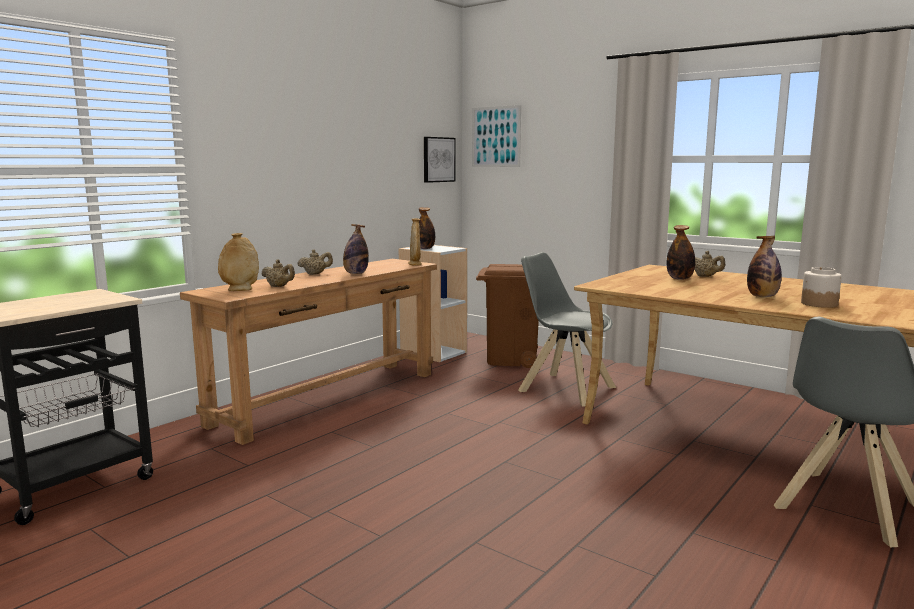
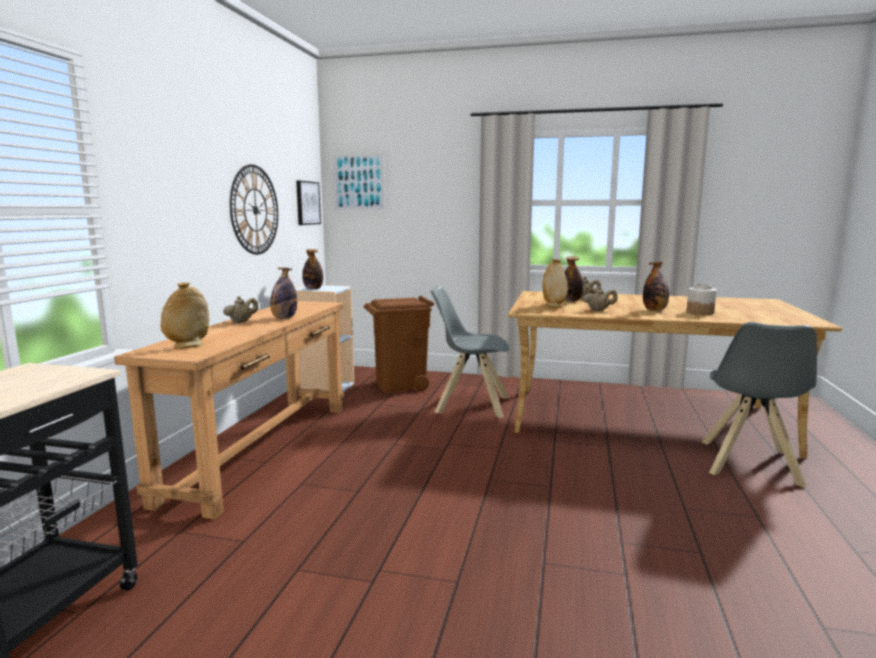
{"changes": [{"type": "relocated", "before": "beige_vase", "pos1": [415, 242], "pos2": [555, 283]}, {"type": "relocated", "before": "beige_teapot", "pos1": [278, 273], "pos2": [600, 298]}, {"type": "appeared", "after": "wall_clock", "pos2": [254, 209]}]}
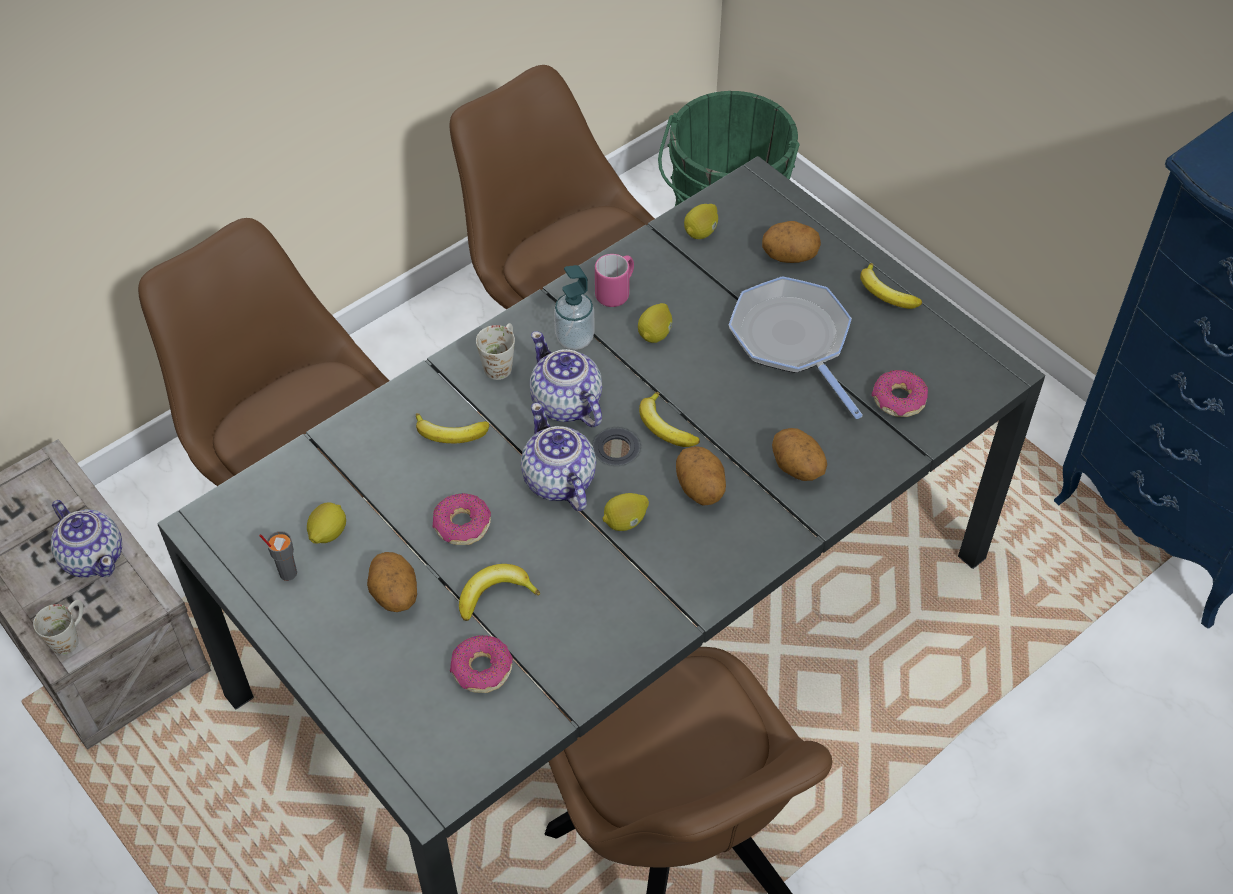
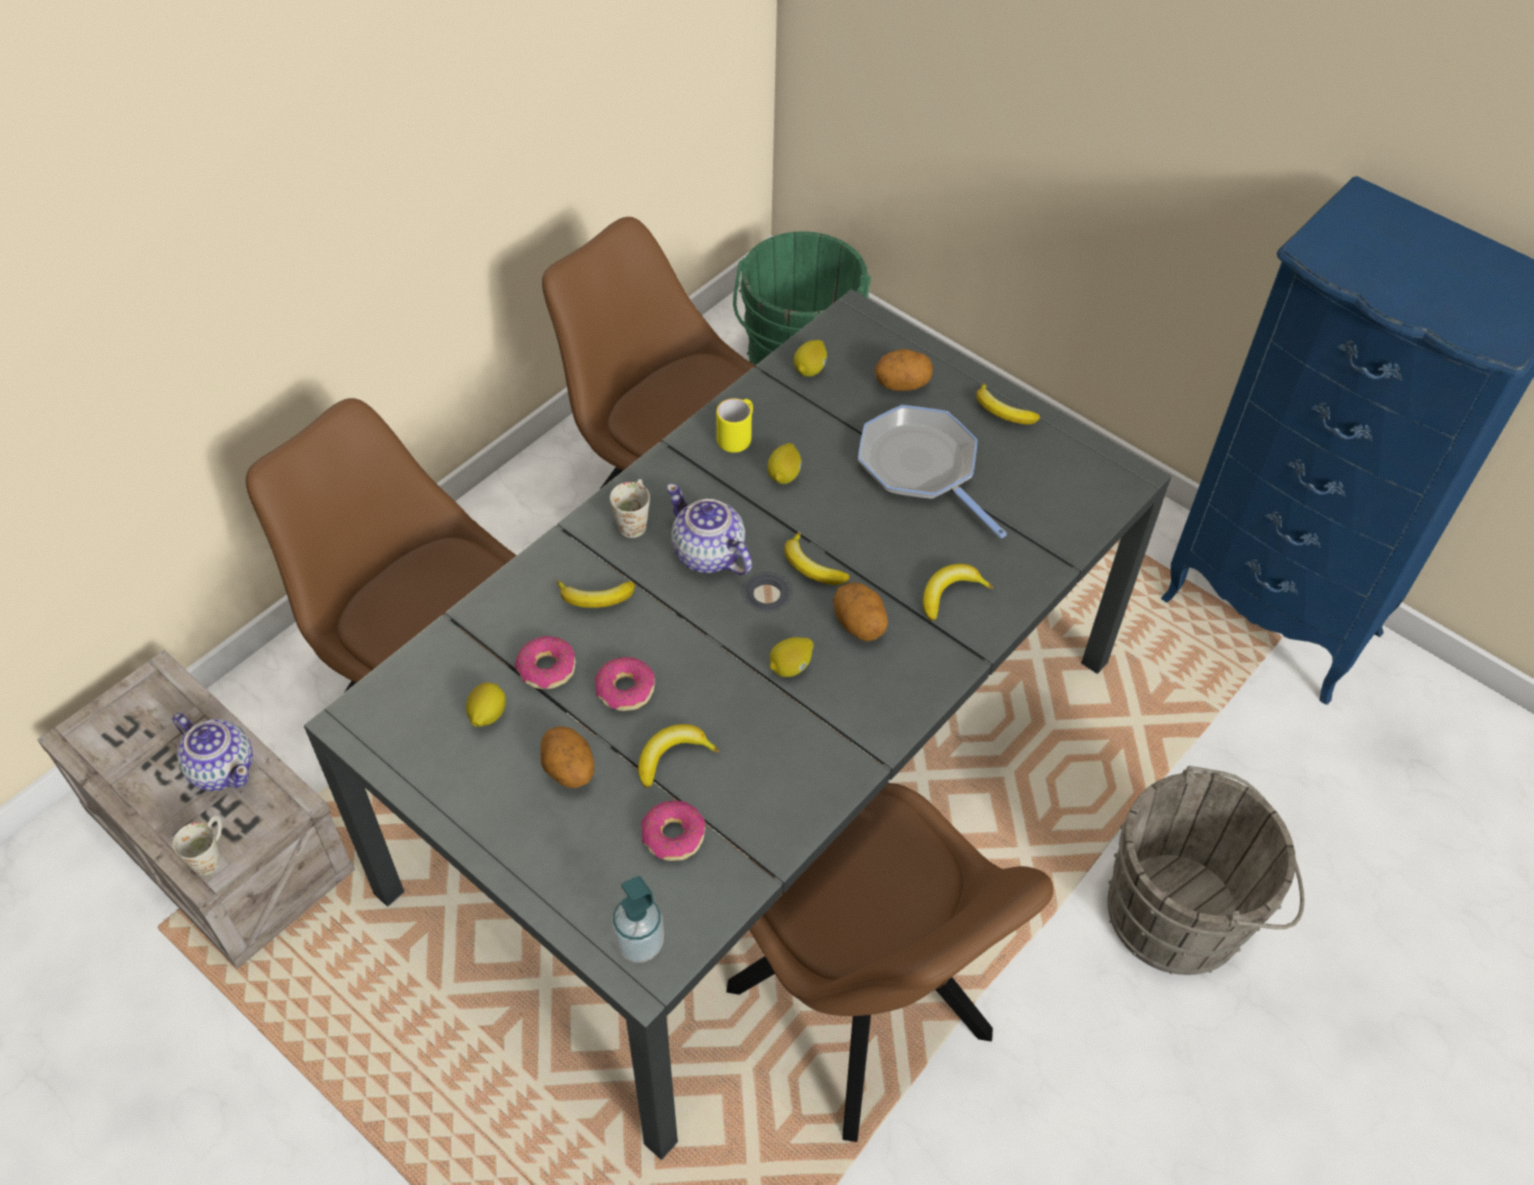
{"changes": [{"type": "colour", "before": "pink_mug", "after": "yellow_mug", "pos1": [614, 280], "pos2": [734, 425]}, {"type": "relocated", "before": "soap_dispenser", "pos1": [574, 307], "pos2": [638, 919]}, {"type": "relocated", "before": "donut", "pos1": [900, 393], "pos2": [545, 662]}, {"type": "missing", "before": "teapot", "pos1": [558, 457]}, {"type": "exchanged", "before": "potato", "after": "banana", "pos1": [799, 454], "pos2": [958, 592]}, {"type": "missing", "before": "grey_cup", "pos1": [278, 556]}, {"type": "appeared", "after": "grey_bucket", "pos2": [1206, 870]}]}
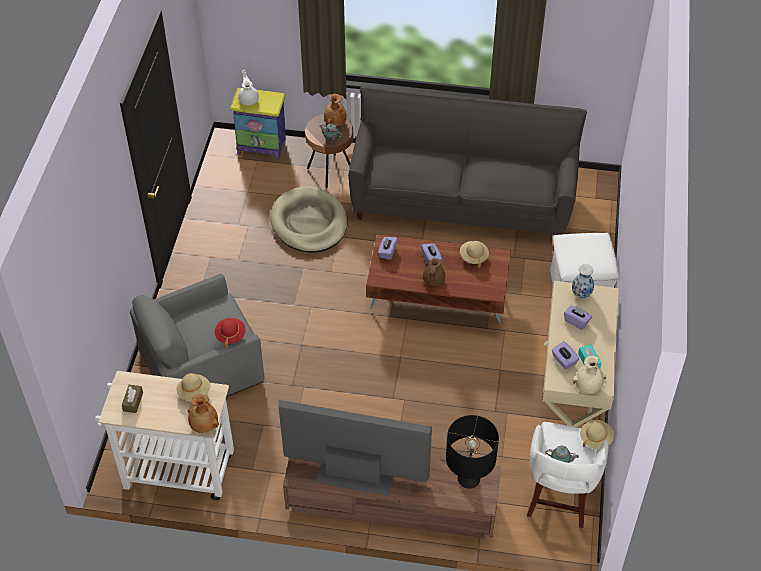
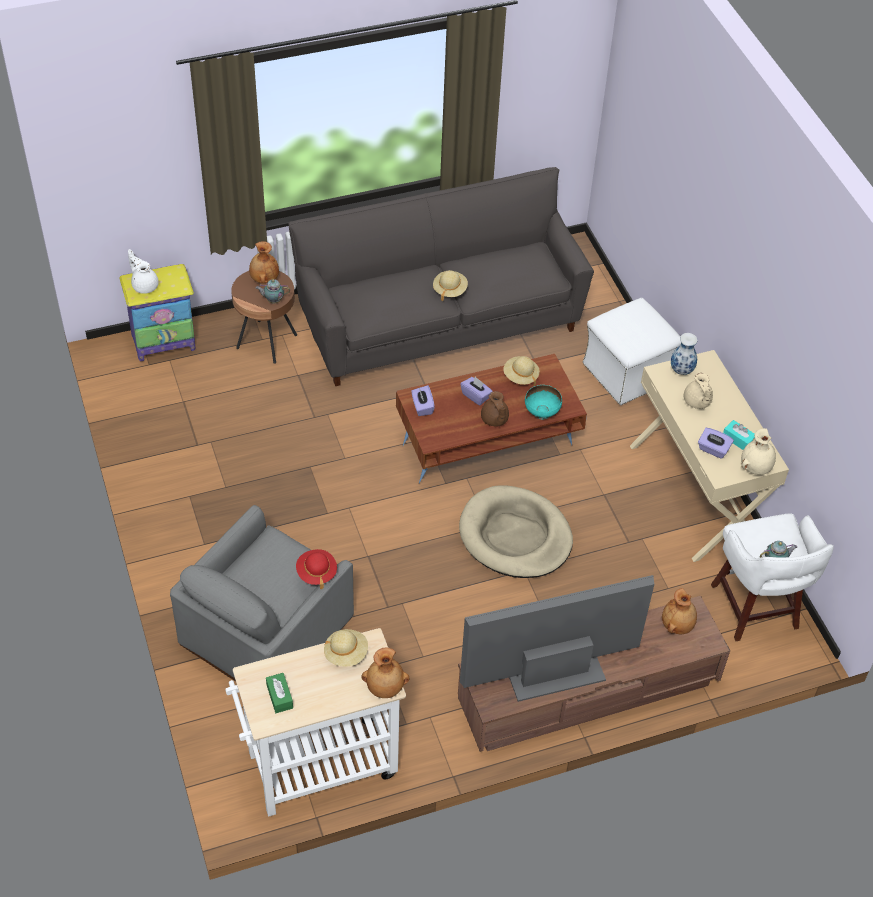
{"changes": [{"type": "relocated", "before": "beige_dog_bed", "pos1": [308, 219], "pos2": [516, 531]}, {"type": "exchanged", "before": "purple_tissue_box", "after": "beige_teapot", "pos1": [578, 317], "pos2": [698, 391]}, {"type": "colour", "before": "brown_tissue_box", "after": "green_tissue_box", "pos1": [132, 399], "pos2": [279, 693]}, {"type": "exchanged", "before": "black_table_lamp", "after": "brown_vase", "pos1": [472, 452], "pos2": [679, 611]}, {"type": "relocated", "before": "beige_hat", "pos1": [597, 434], "pos2": [450, 285]}, {"type": "appeared", "after": "turquoise_bowl", "pos2": [543, 402]}]}
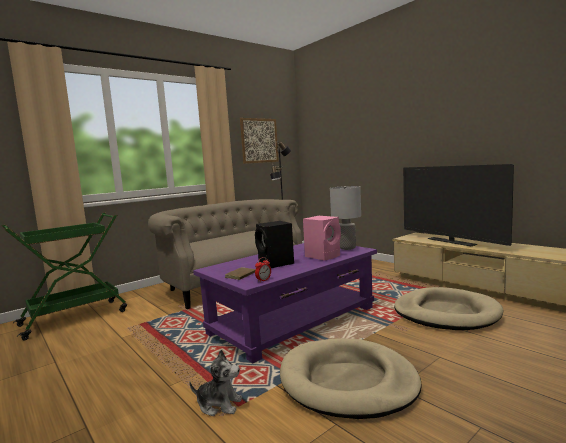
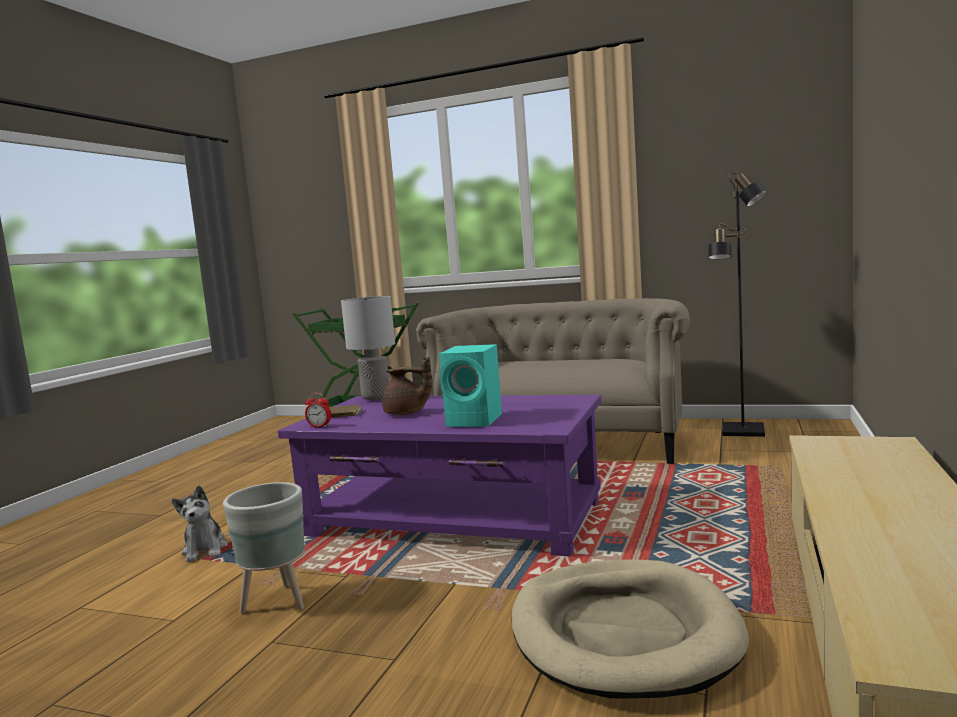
{"changes": [{"type": "missing", "before": "picture", "pos1": [259, 140]}, {"type": "missing", "before": "television", "pos1": [458, 205]}, {"type": "relocated", "before": "grey_table_lamp", "pos1": [345, 218], "pos2": [368, 348]}, {"type": "colour", "before": "pink_speaker", "after": "turquoise_speaker", "pos1": [322, 238], "pos2": [470, 385]}, {"type": "exchanged", "before": "black_speaker", "after": "brown_teapot", "pos1": [274, 244], "pos2": [407, 386]}, {"type": "exchanged", "before": "beige_dog_bed", "after": "grey_planter", "pos1": [351, 378], "pos2": [264, 548]}]}
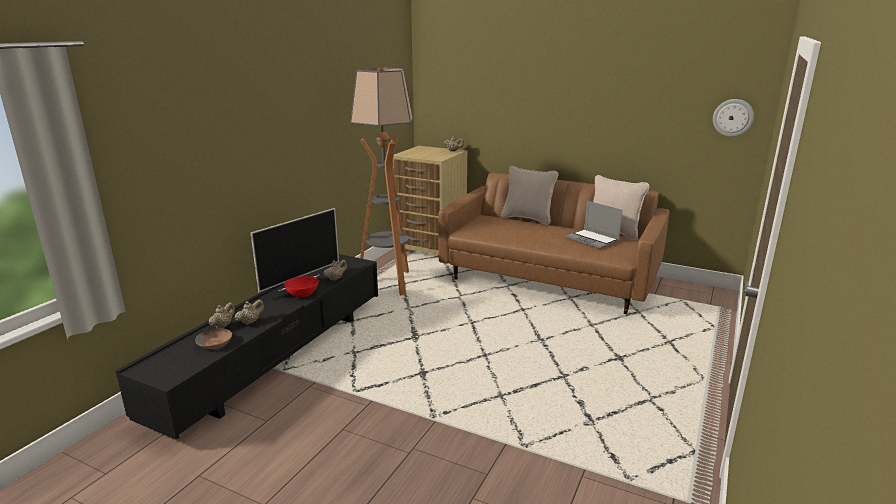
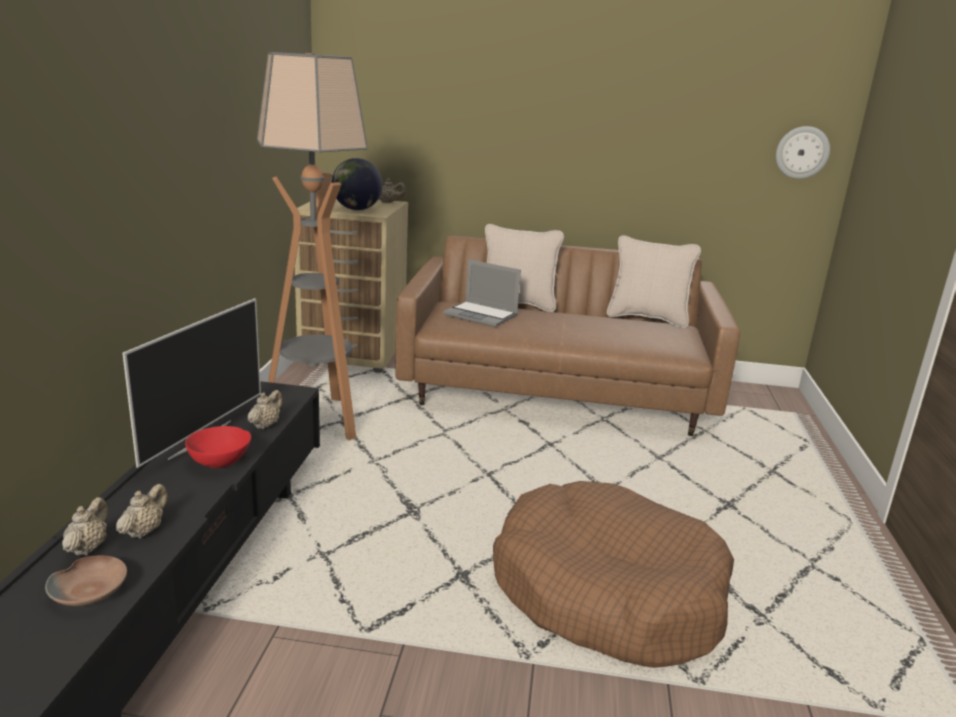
{"changes": [{"type": "relocated", "before": "laptop", "pos1": [594, 225], "pos2": [482, 293]}, {"type": "appeared", "after": "globe", "pos2": [357, 184]}, {"type": "appeared", "after": "brown_dog_bed", "pos2": [613, 574]}]}
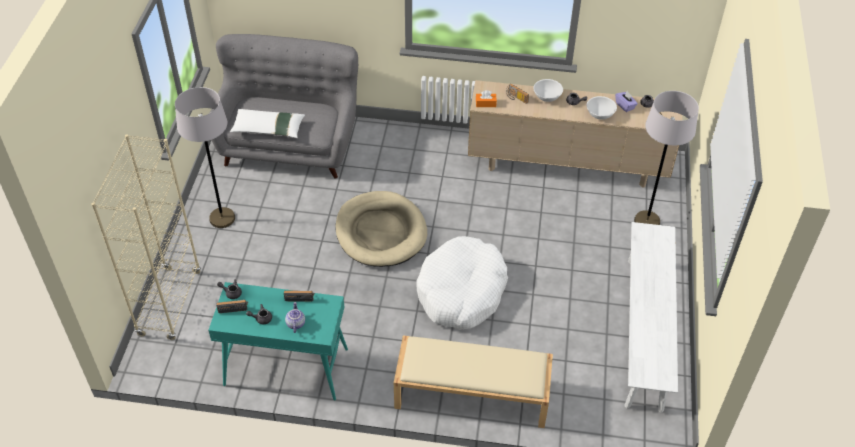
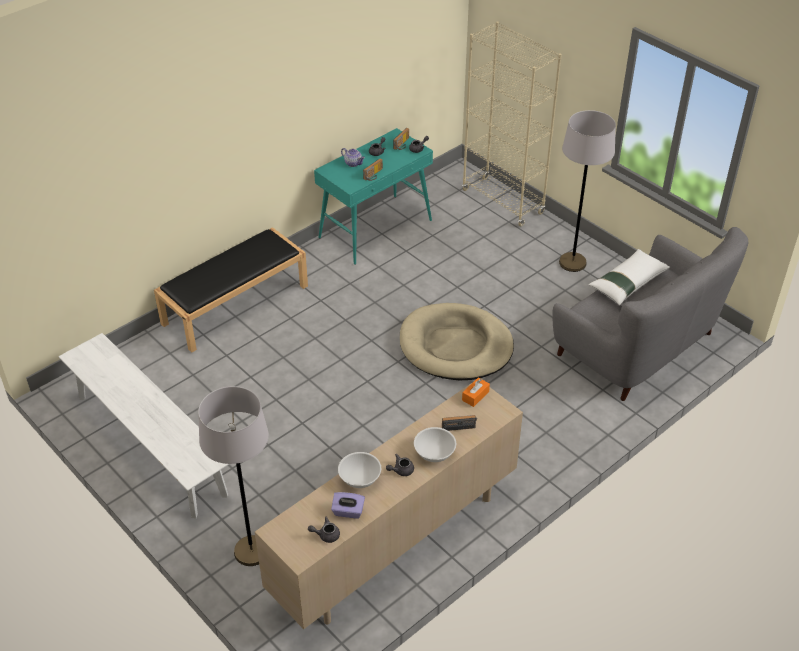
{"changes": [{"type": "missing", "before": "white_dog_bed", "pos1": [462, 282]}, {"type": "colour", "before": "beige_bench", "after": "black_bench", "pos1": [473, 381], "pos2": [231, 290]}]}
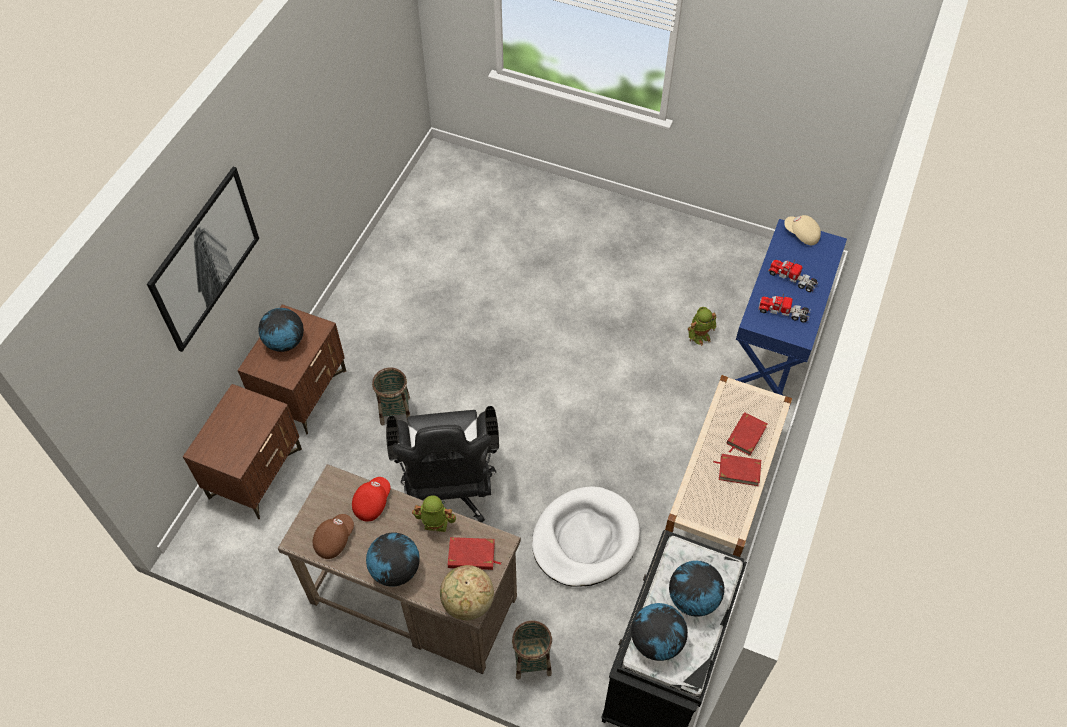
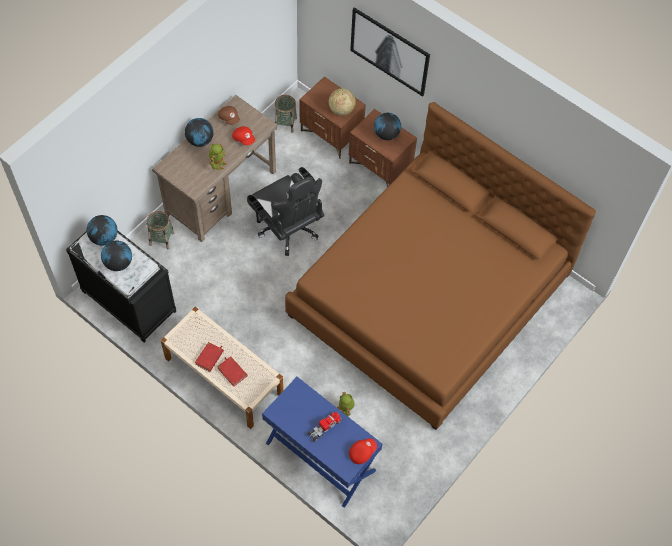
{"changes": [{"type": "colour", "before": "beige_cap", "after": "red_cap", "pos1": [802, 230], "pos2": [363, 451]}, {"type": "missing", "before": "toy_truck", "pos1": [784, 308]}, {"type": "relocated", "before": "basket", "pos1": [391, 396], "pos2": [286, 114]}, {"type": "spun", "before": "black_office_chair", "pos1": [442, 464], "pos2": [285, 211], "turn": -135}, {"type": "missing", "before": "white_dog_bed", "pos1": [586, 536]}, {"type": "missing", "before": "red_book", "pos1": [474, 553]}, {"type": "relocated", "before": "globe", "pos1": [467, 592], "pos2": [342, 102]}, {"type": "appeared", "after": "brown_bed", "pos2": [440, 266]}]}
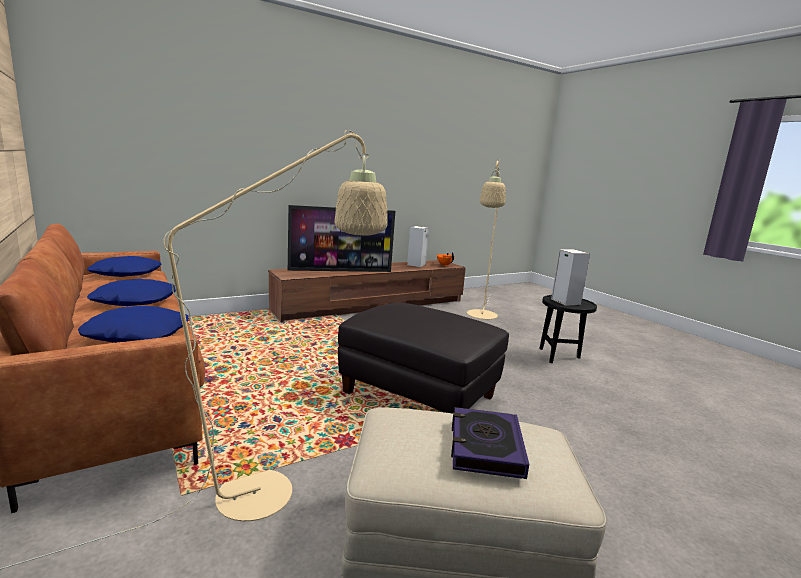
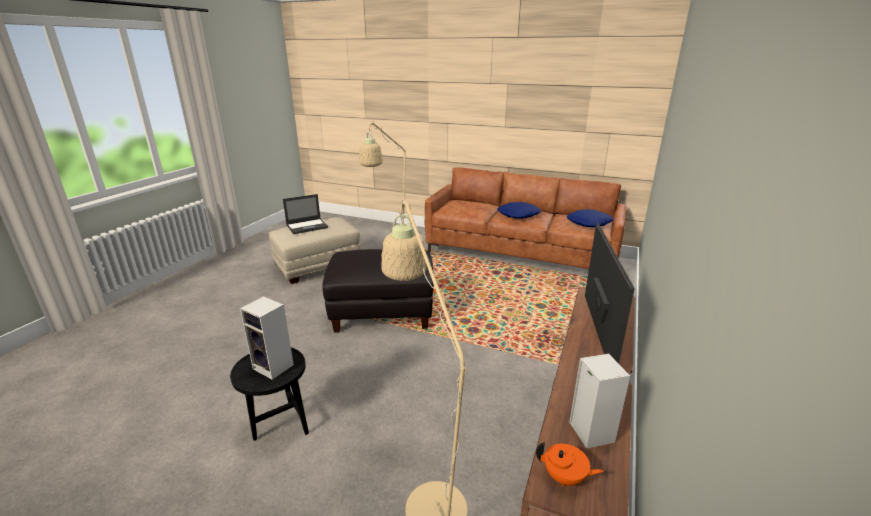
{"changes": [{"type": "spun", "before": "television", "pos1": [341, 238], "pos2": [610, 293], "turn": 150}, {"type": "missing", "before": "blue_pillow", "pos1": [133, 324]}, {"type": "exchanged", "before": "book", "after": "laptop", "pos1": [490, 443], "pos2": [305, 214]}]}
